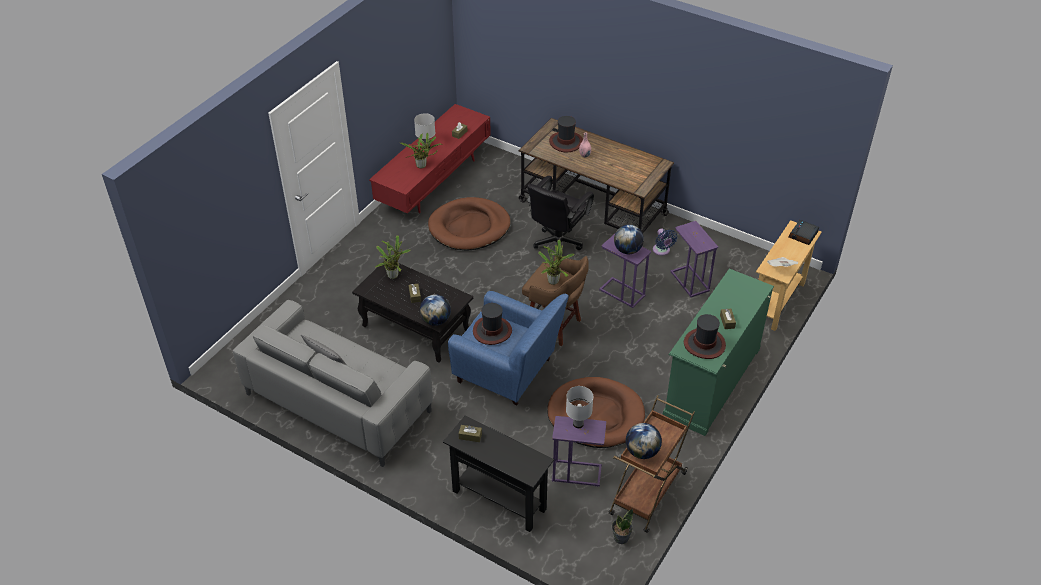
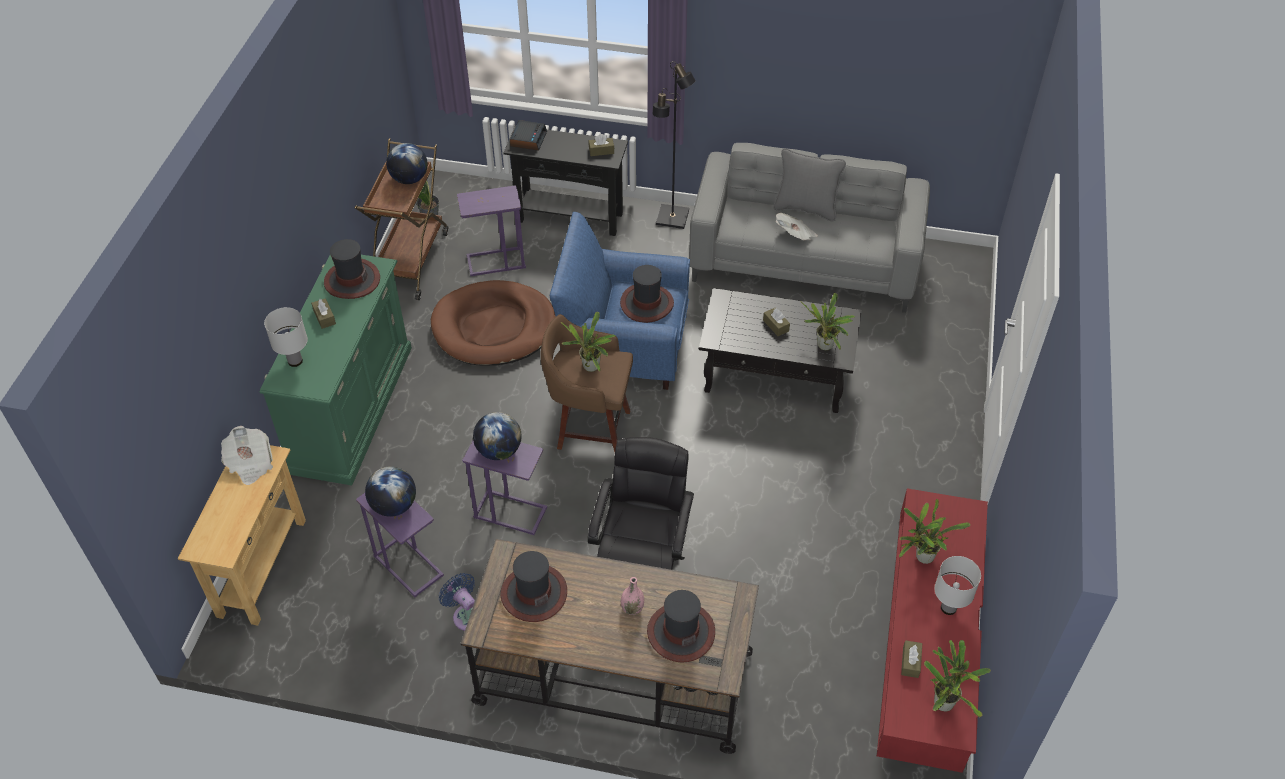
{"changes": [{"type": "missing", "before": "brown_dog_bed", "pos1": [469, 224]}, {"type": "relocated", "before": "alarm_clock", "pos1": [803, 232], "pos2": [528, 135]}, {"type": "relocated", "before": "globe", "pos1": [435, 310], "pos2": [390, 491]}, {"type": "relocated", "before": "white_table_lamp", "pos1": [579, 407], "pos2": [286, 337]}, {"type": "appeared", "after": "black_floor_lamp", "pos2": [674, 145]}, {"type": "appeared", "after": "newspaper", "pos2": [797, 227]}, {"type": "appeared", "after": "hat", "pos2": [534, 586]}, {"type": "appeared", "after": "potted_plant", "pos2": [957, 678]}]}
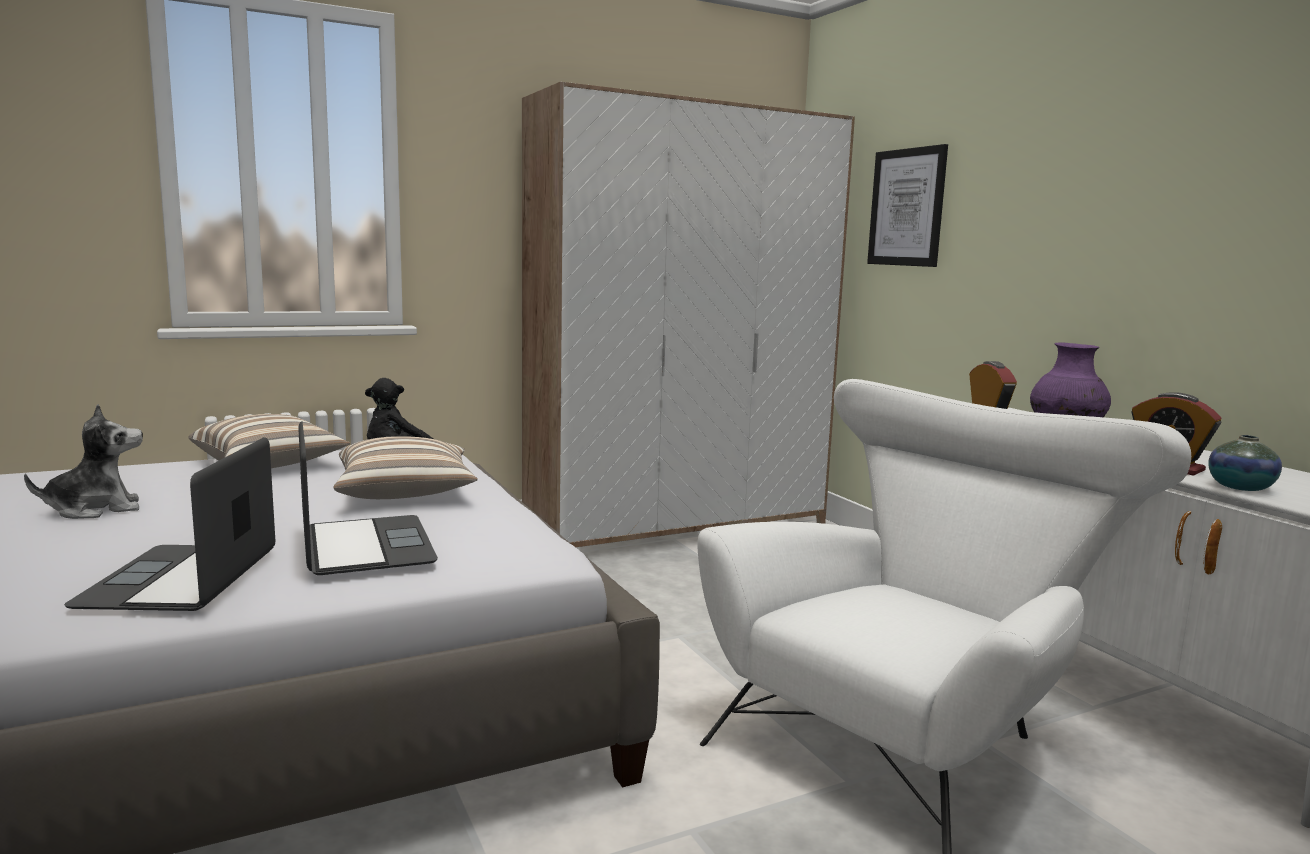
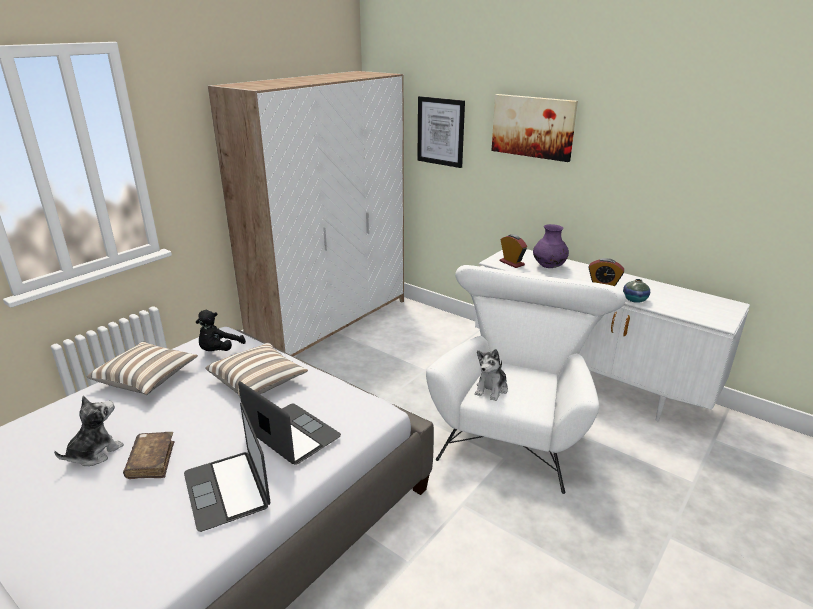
{"changes": [{"type": "appeared", "after": "picture", "pos2": [534, 128]}, {"type": "appeared", "after": "plush_toy", "pos2": [491, 375]}, {"type": "appeared", "after": "brown_book", "pos2": [148, 455]}]}
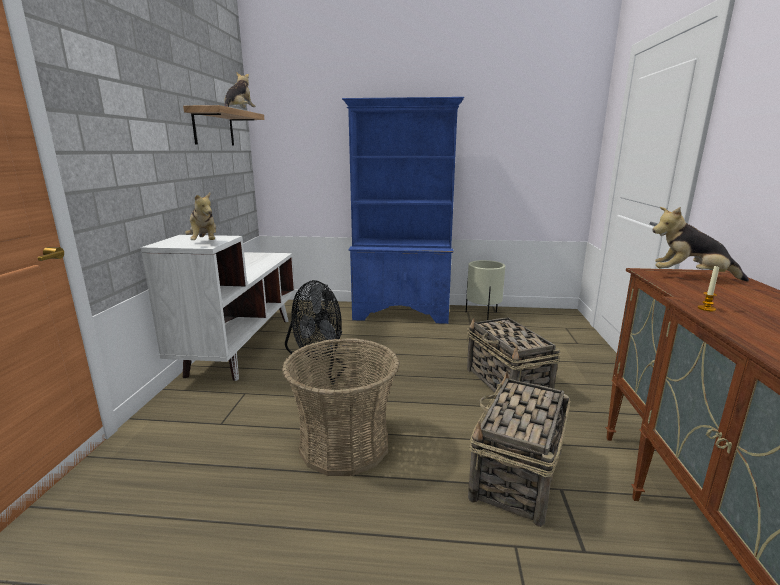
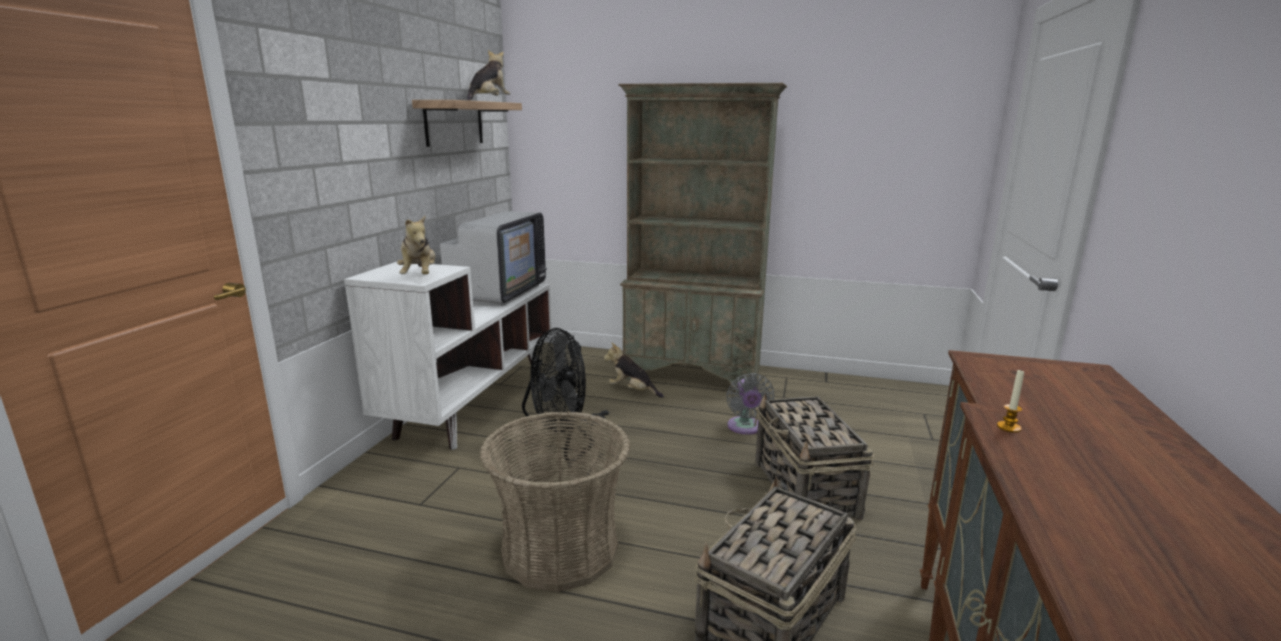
{"changes": [{"type": "colour", "before": "blue_bookcase", "after": "green_bookcase", "pos1": [403, 210], "pos2": [702, 237]}, {"type": "relocated", "before": "plush_toy", "pos1": [701, 244], "pos2": [634, 370]}, {"type": "missing", "before": "beige_planter", "pos1": [485, 290]}, {"type": "appeared", "after": "television", "pos2": [493, 258]}, {"type": "appeared", "after": "grey_fan", "pos2": [750, 404]}]}
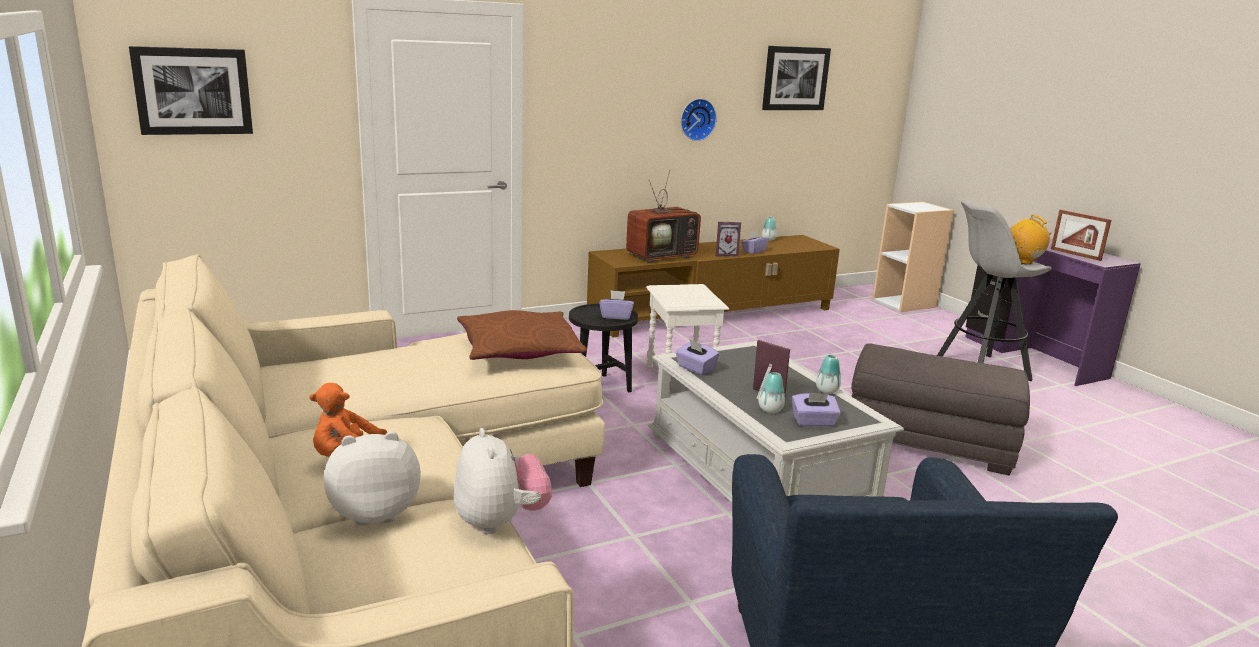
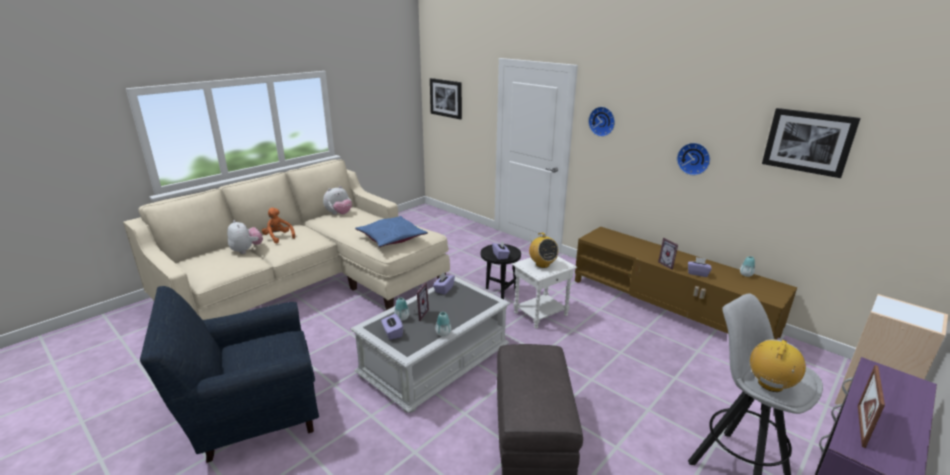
{"changes": [{"type": "missing", "before": "television", "pos1": [663, 216]}, {"type": "colour", "before": "brown_pillow", "after": "blue_pillow", "pos1": [522, 335], "pos2": [391, 231]}, {"type": "relocated", "before": "plush_toy", "pos1": [503, 481], "pos2": [337, 200]}, {"type": "appeared", "after": "wall_clock", "pos2": [601, 122]}, {"type": "appeared", "after": "radio", "pos2": [543, 250]}]}
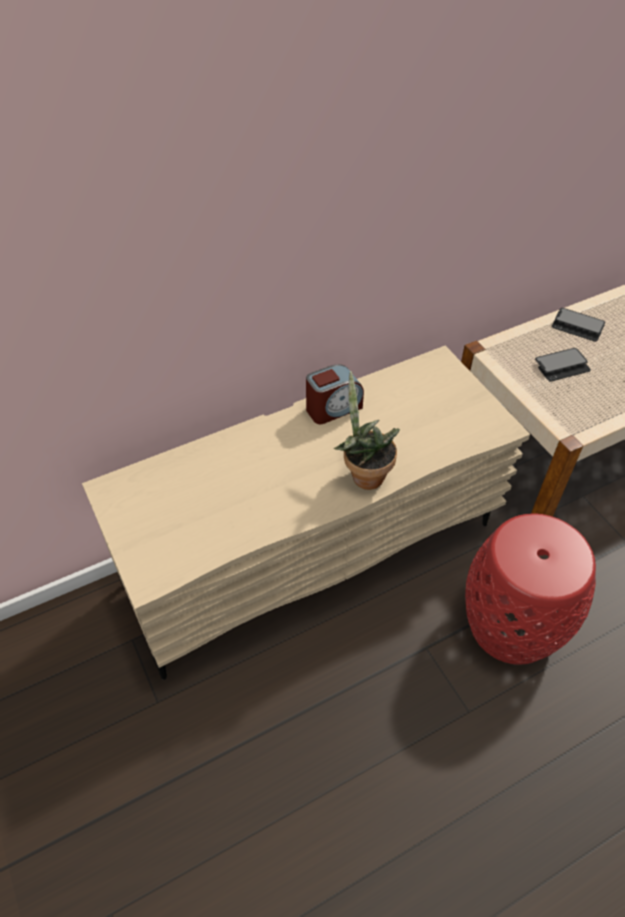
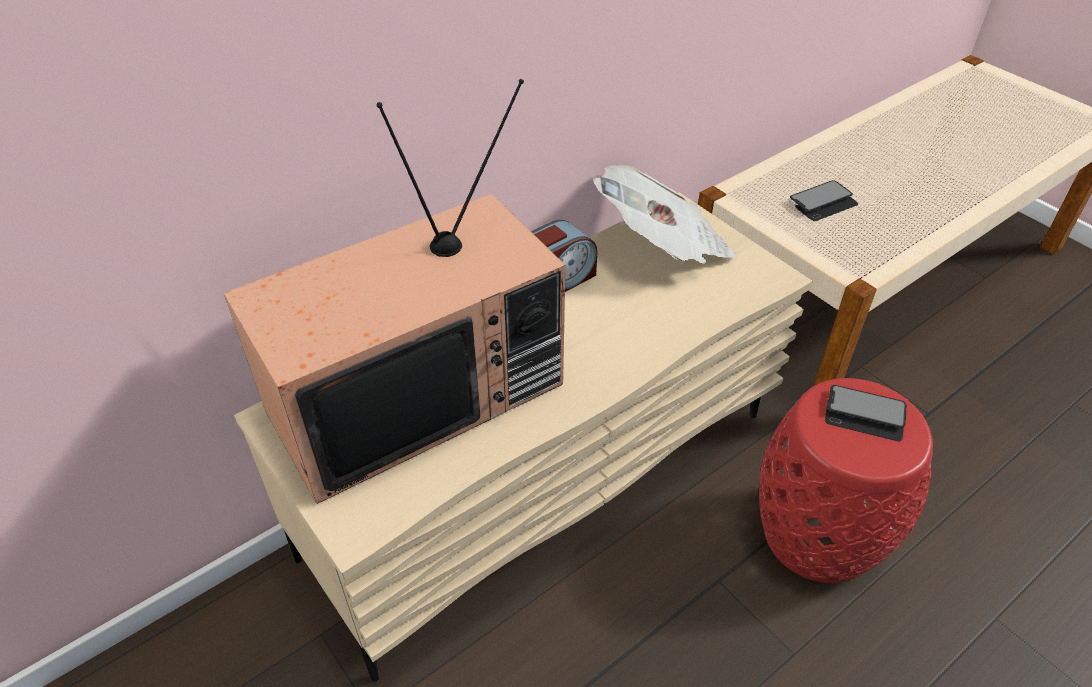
{"changes": [{"type": "relocated", "before": "phone", "pos1": [578, 325], "pos2": [866, 413]}, {"type": "missing", "before": "potted_plant", "pos1": [367, 430]}, {"type": "appeared", "after": "television", "pos2": [395, 291]}, {"type": "appeared", "after": "newspaper", "pos2": [665, 214]}]}
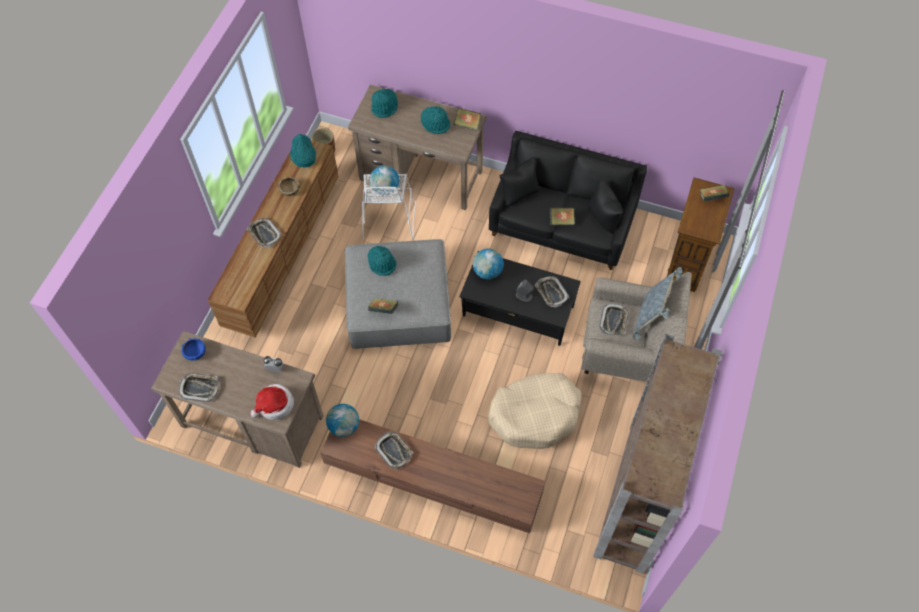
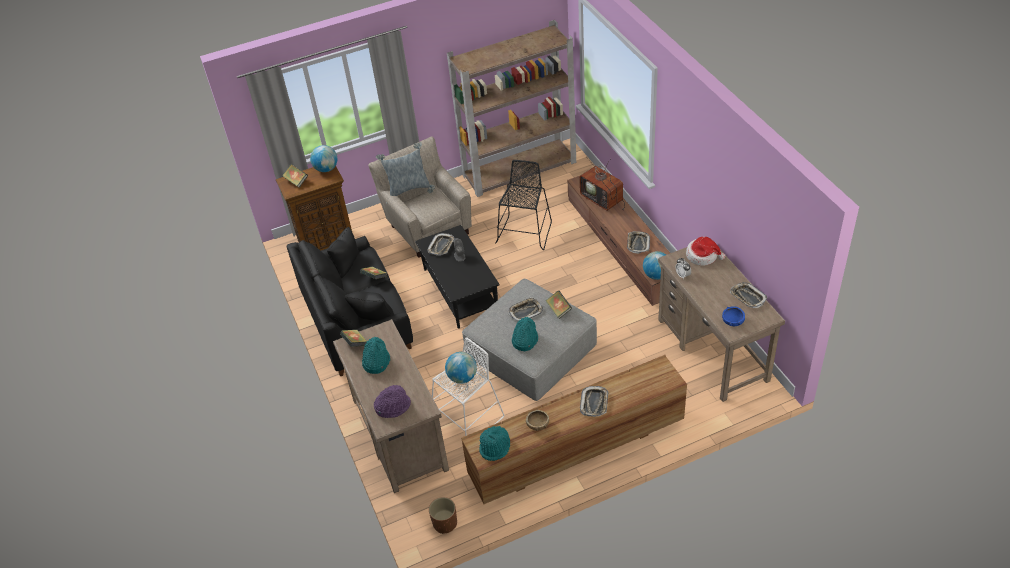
{"changes": [{"type": "colour", "before": "turquoise_hat", "after": "purple_hat", "pos1": [384, 103], "pos2": [392, 401]}, {"type": "relocated", "before": "globe", "pos1": [488, 264], "pos2": [324, 158]}, {"type": "relocated", "before": "tray", "pos1": [614, 320], "pos2": [525, 309]}, {"type": "exchanged", "before": "beige_dog_bed", "after": "black_stool", "pos1": [535, 411], "pos2": [523, 205]}, {"type": "appeared", "after": "television", "pos2": [602, 185]}]}
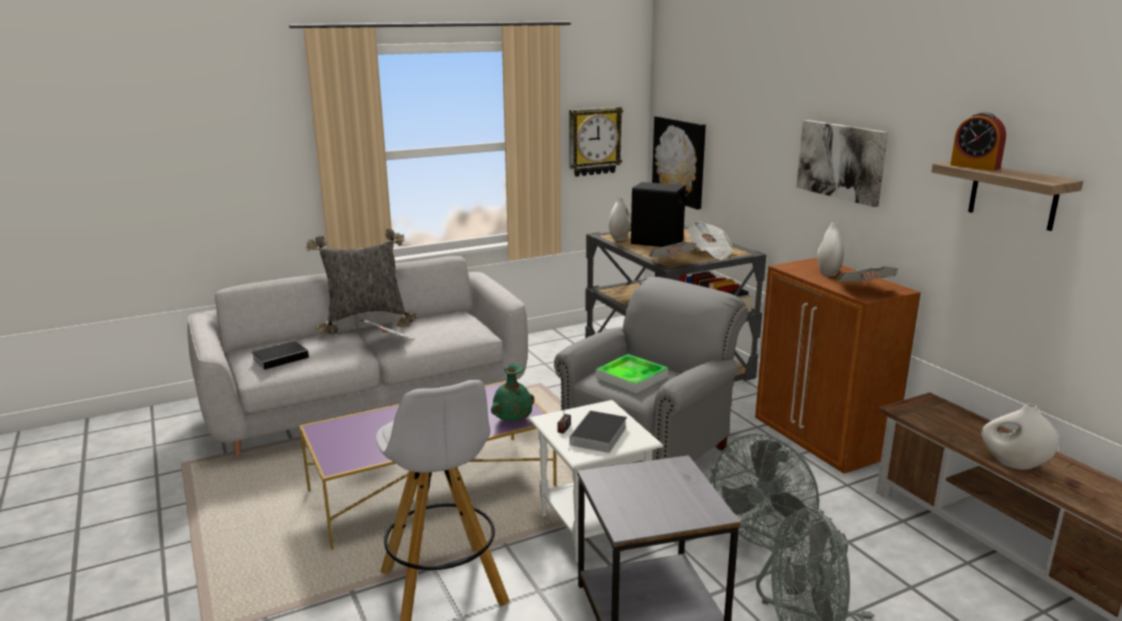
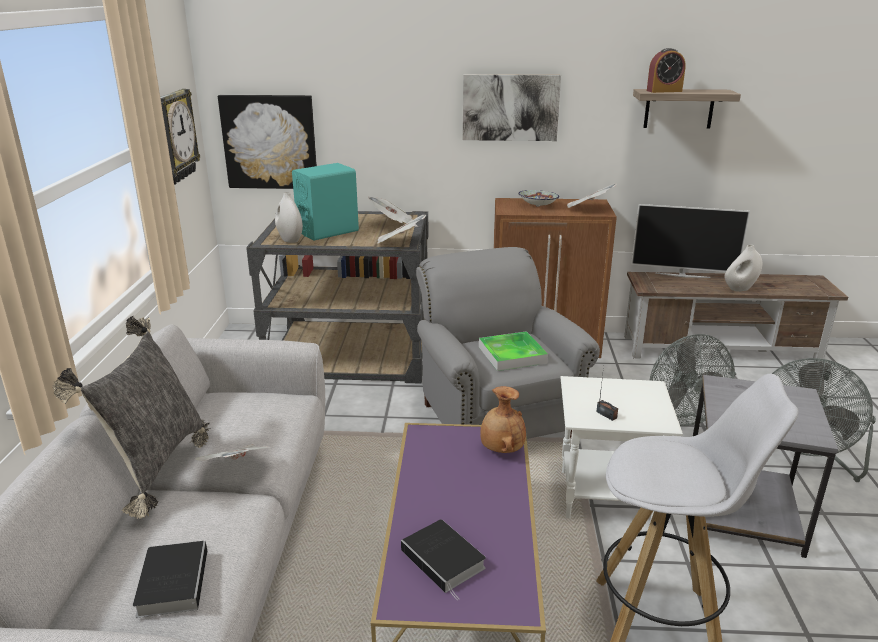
{"changes": [{"type": "colour", "before": "black_speaker", "after": "turquoise_speaker", "pos1": [659, 214], "pos2": [325, 202]}, {"type": "exchanged", "before": "white_vase", "after": "bowl", "pos1": [830, 249], "pos2": [538, 198]}, {"type": "colour", "before": "green_vase", "after": "brown_vase", "pos1": [512, 392], "pos2": [503, 419]}, {"type": "relocated", "before": "book", "pos1": [597, 432], "pos2": [443, 559]}, {"type": "appeared", "after": "television", "pos2": [690, 241]}]}
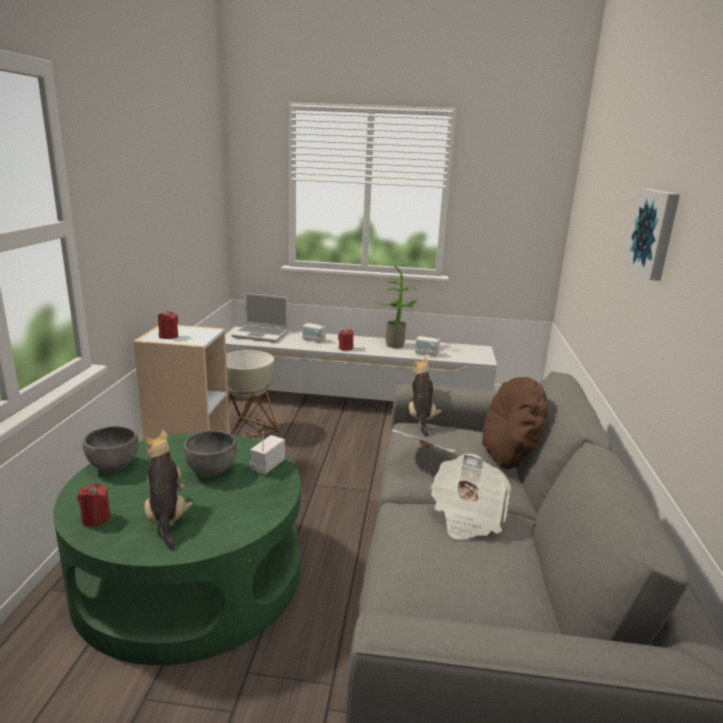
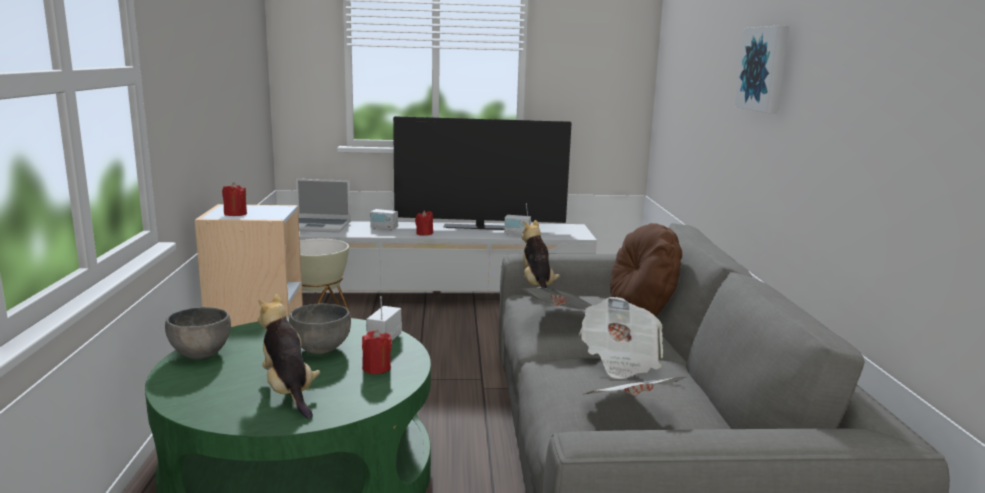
{"changes": [{"type": "exchanged", "before": "potted_plant", "after": "television", "pos1": [397, 306], "pos2": [482, 173]}, {"type": "relocated", "before": "red_candle", "pos1": [93, 504], "pos2": [377, 352]}, {"type": "appeared", "after": "newspaper", "pos2": [634, 386]}]}
